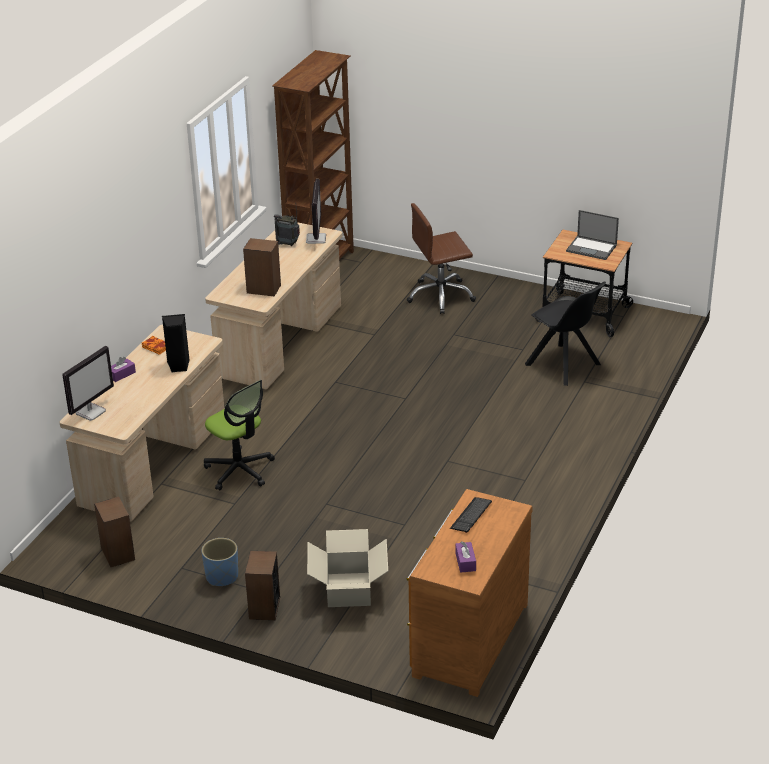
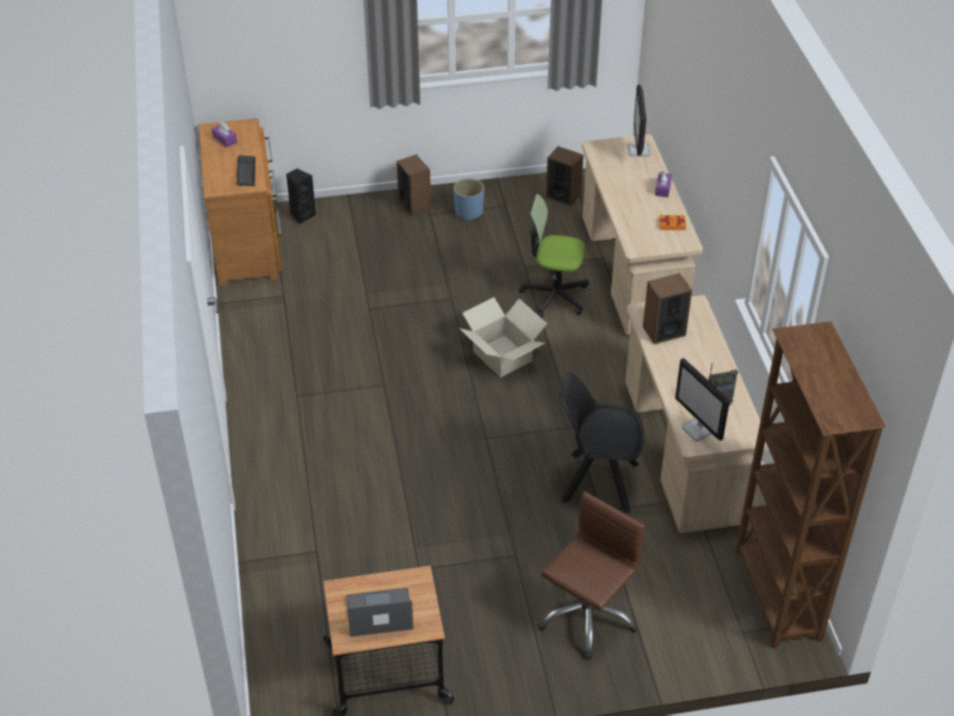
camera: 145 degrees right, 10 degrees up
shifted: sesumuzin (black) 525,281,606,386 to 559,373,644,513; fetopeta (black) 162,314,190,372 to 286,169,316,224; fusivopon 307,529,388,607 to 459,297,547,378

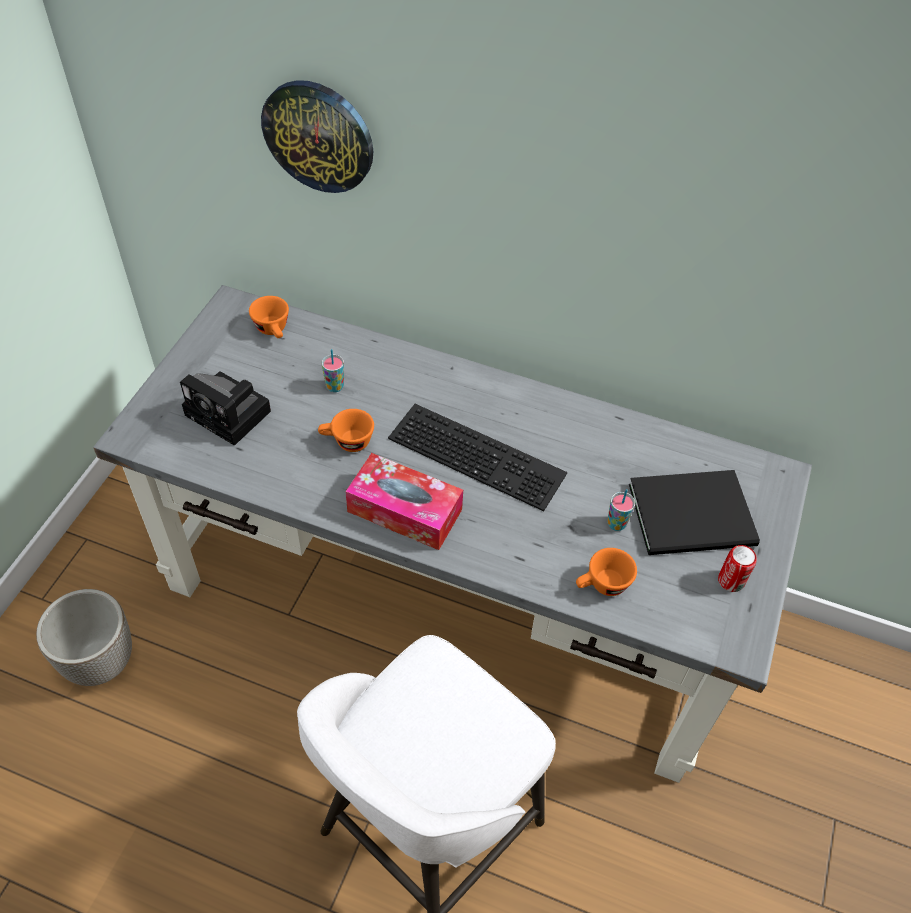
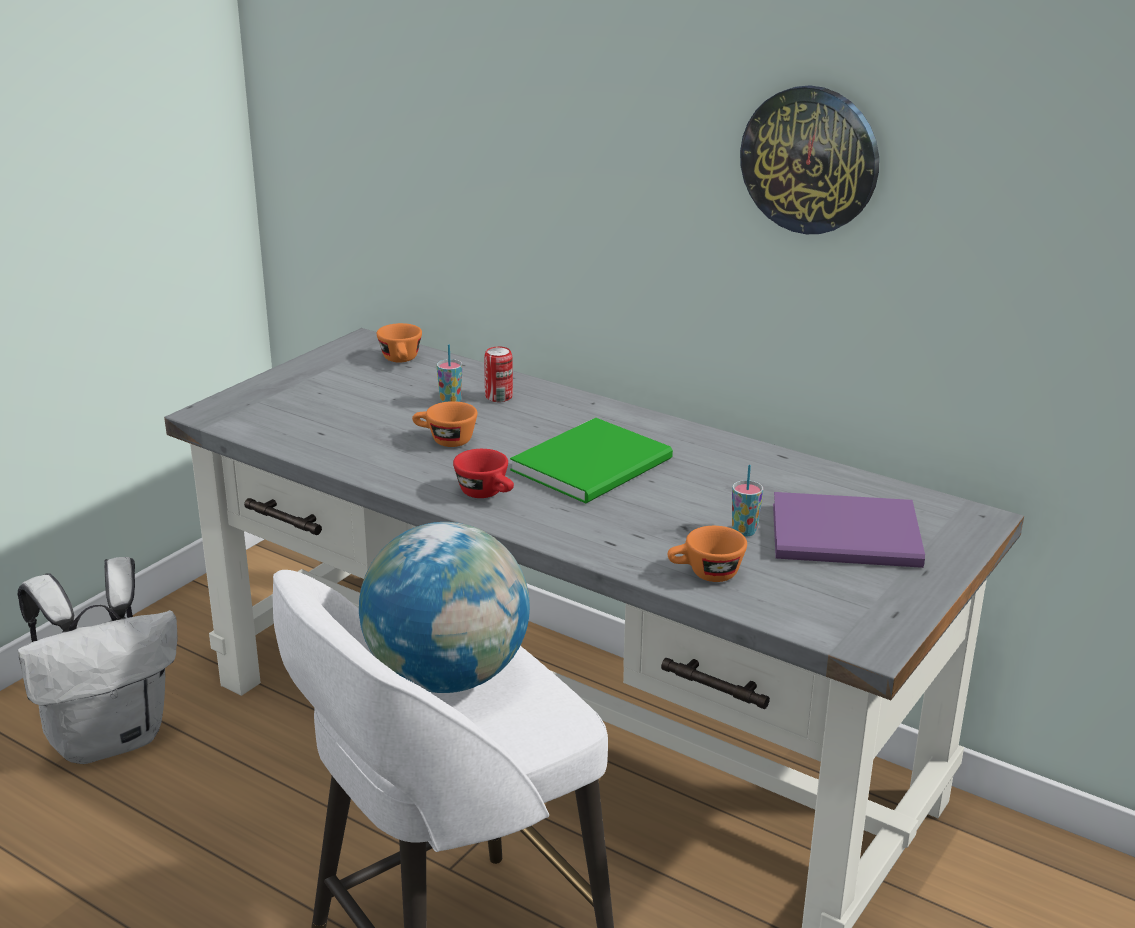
camera: 15 degrees right, 25 degrees down
gone: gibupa 180,371,271,446
new: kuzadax 359,522,530,693
shifted: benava 261,80,373,193 to 740,85,879,234; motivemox 718,545,757,592 to 484,347,513,402
swapped: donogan 388,404,567,511 to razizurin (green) 510,418,673,503; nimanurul 345,453,463,550 to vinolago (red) 453,449,514,498; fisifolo 36,589,132,686 to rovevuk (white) 18,557,177,764
repainted: razizurin (black) 629,470,760,555 to razizurin (purple) 773,492,925,568

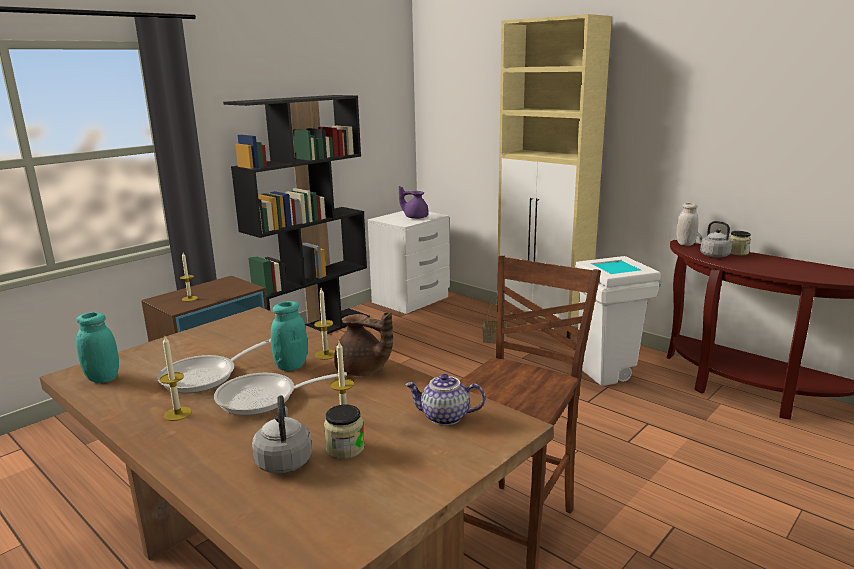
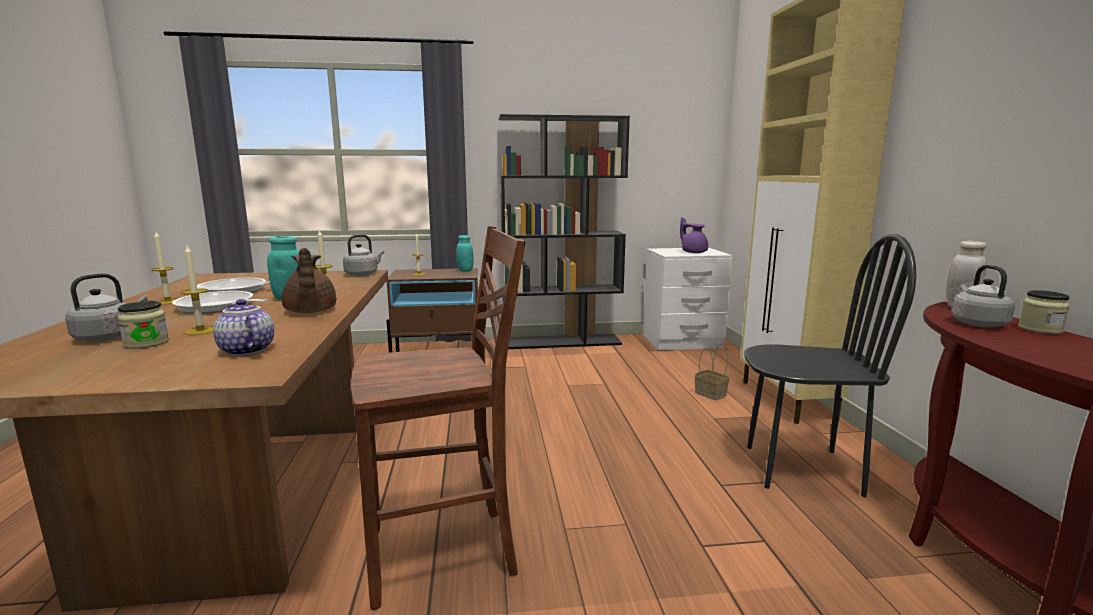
camera: 40 degrees right, 5 degrees down
new: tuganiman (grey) 343,234,384,276
shifted: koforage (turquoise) 76,312,119,383 to 456,235,474,272
swapped: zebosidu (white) 575,256,661,386 to sesumuzin (black) 744,234,916,497

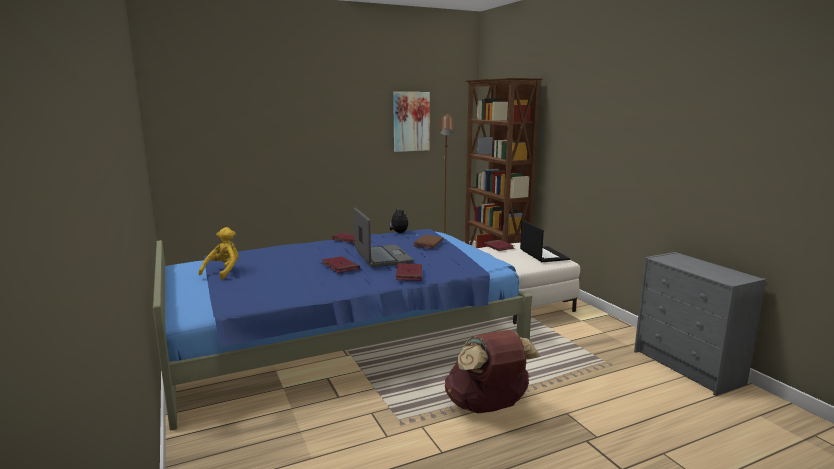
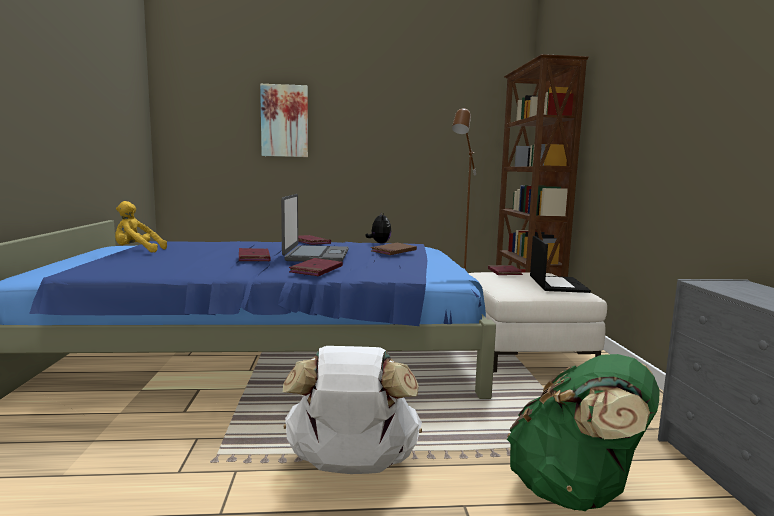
camera: 20 degrees right, 5 degrees down
new: rovevuk (green) 507,354,660,511
shifted: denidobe 393,92,430,152 to 260,84,308,157
repainted: rovevuk (brown) 445,330,540,413 to rovevuk (white) 283,346,422,474
rotated: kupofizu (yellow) 198,227,239,280 = 115,201,167,252 135 degrees counterclockwise

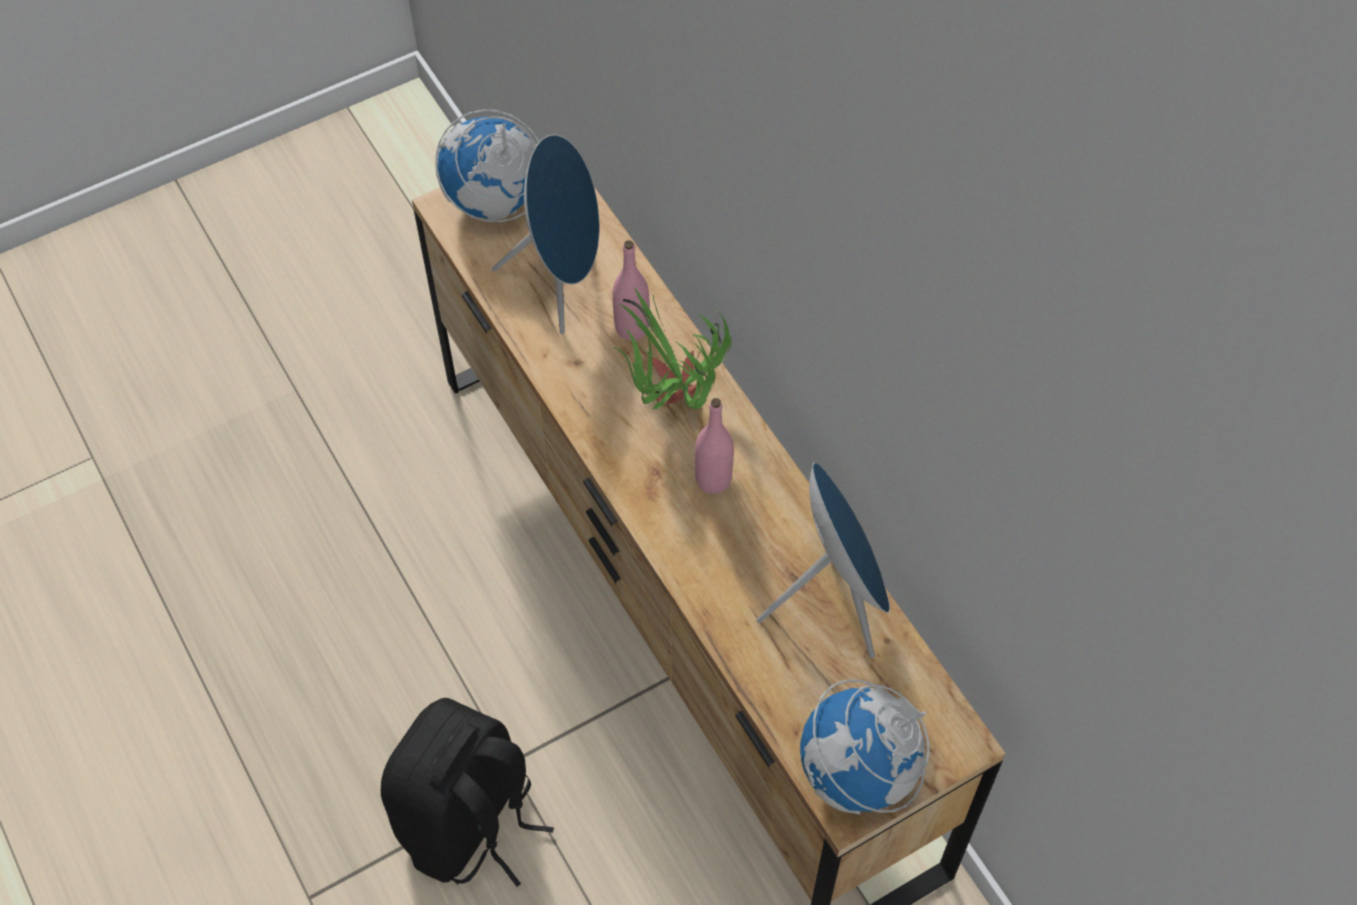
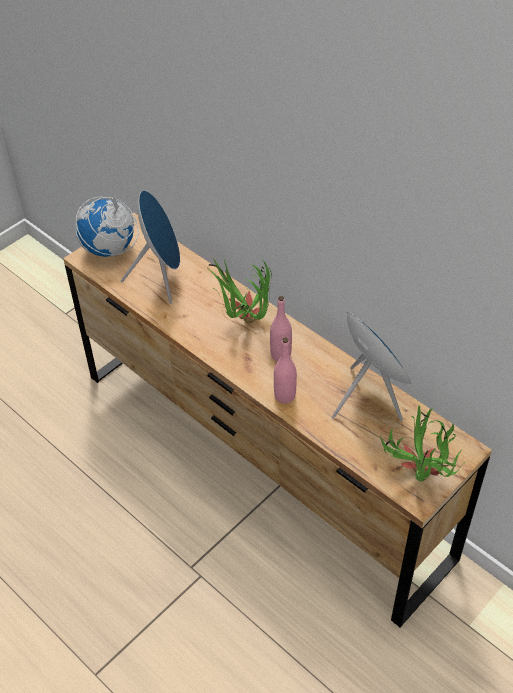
camera: 15 degrees left, 10 degrees down
gone: rovevuk (black) 381,698,554,887
shifted: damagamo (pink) 612,240,650,341 to 274,338,297,404
swapped: kuzadax 800,679,930,814 to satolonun 380,405,466,482

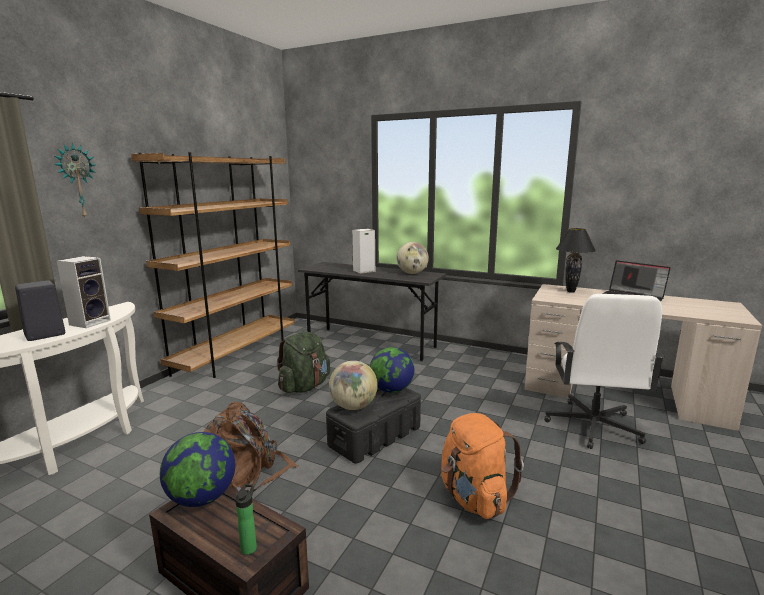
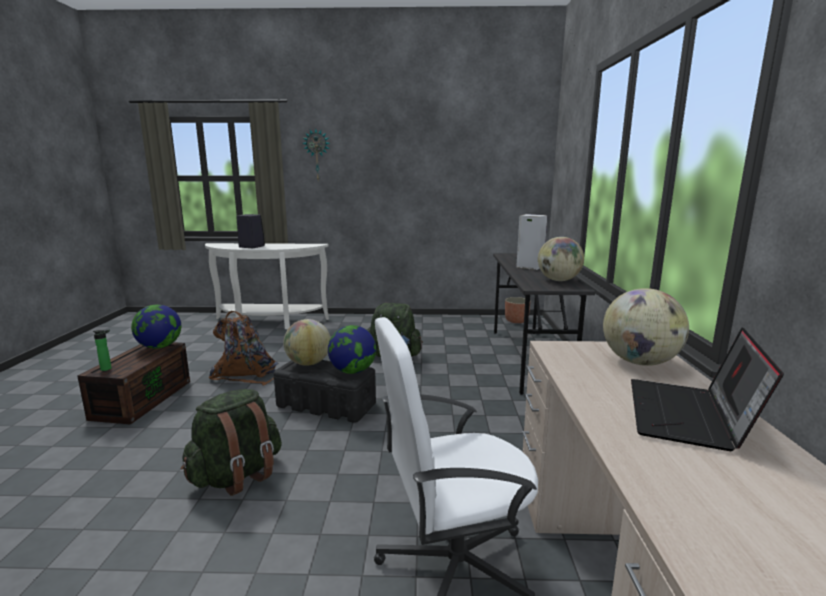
camera: 65 degrees right, 0 degrees up
gone: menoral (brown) 131,152,295,378; fetopeta 57,256,111,328
new: fisifolo 505,297,531,323
swapped: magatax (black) 556,228,596,293 to kuzadax 603,288,689,366
repainted: rovevuk (orange) 441,413,524,519 to rovevuk (green) 181,389,282,496

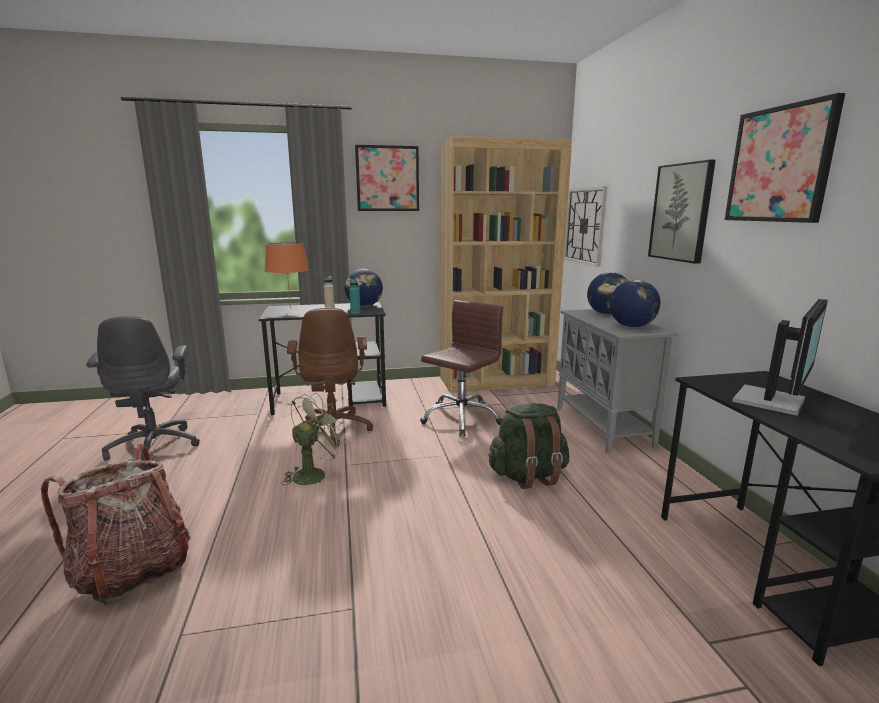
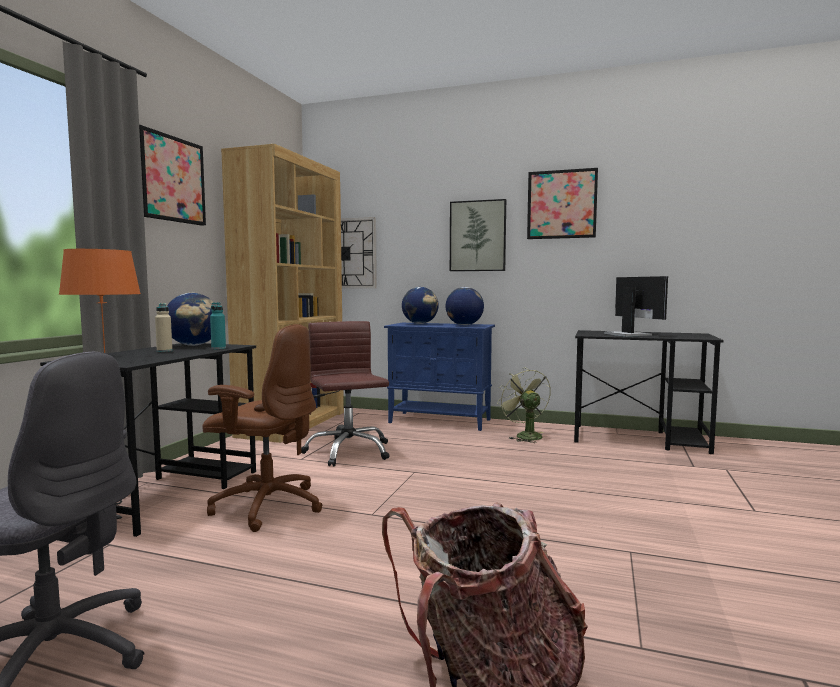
camera: 60 degrees left, 10 degrees down
gone: rovevuk (green) 488,403,569,489
shifted: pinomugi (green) 282,393,347,485 to 497,367,550,443
repainted: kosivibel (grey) 557,309,678,454 to kosivibel (blue) 384,323,495,431

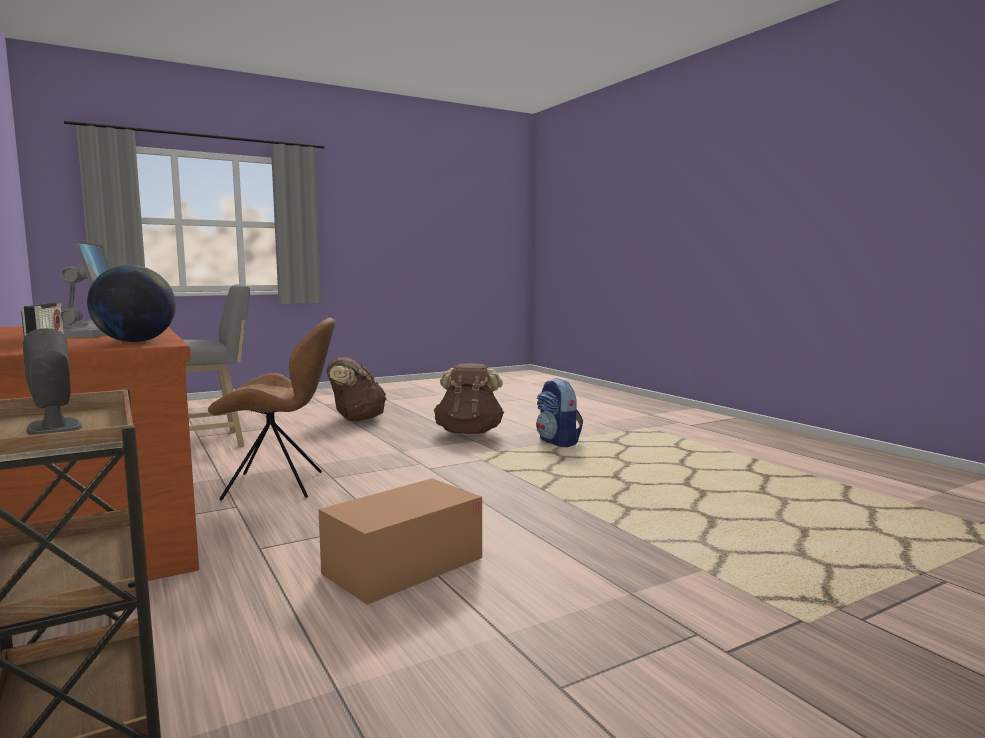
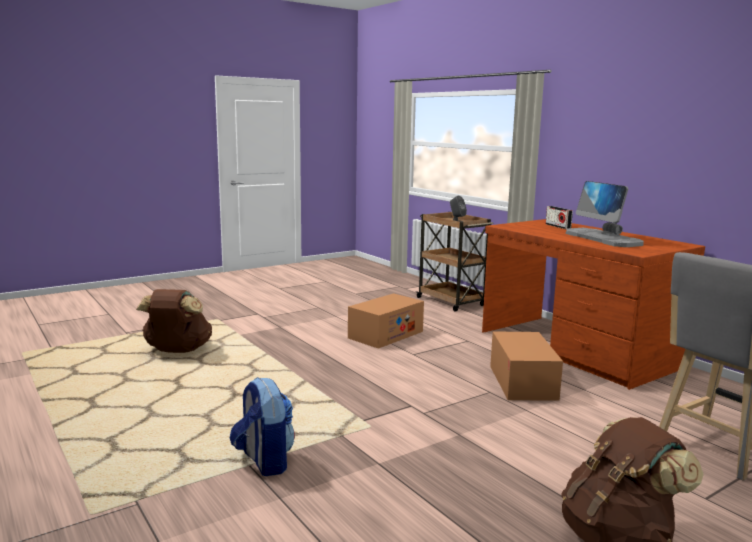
camera: 175 degrees right, 5 degrees up
gone: kuzadax 87,265,176,342
shifted: rovevuk (brown) 434,364,504,434 to 136,289,212,353
swapped: sesumuzin (brown) 208,318,335,501 to fusivopon 490,331,563,401

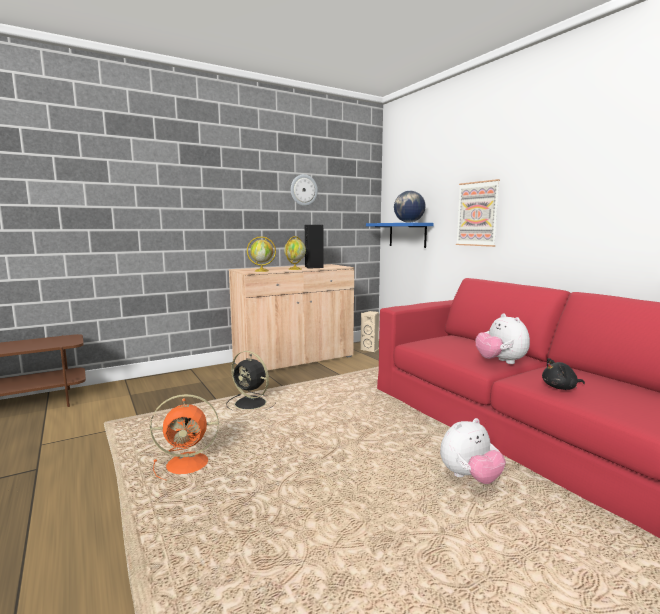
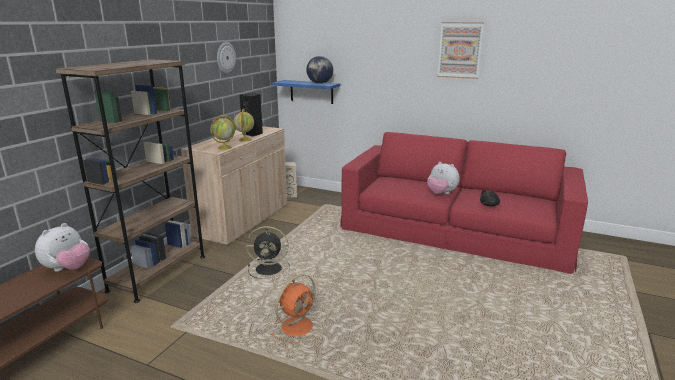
camera: 35 degrees left, 10 degrees up
new: menoral (brown) 56,59,205,303
shifted: denidobe 456,179,500,247 to 437,22,484,79; kupofizu 440,418,506,484 to 35,223,90,272

